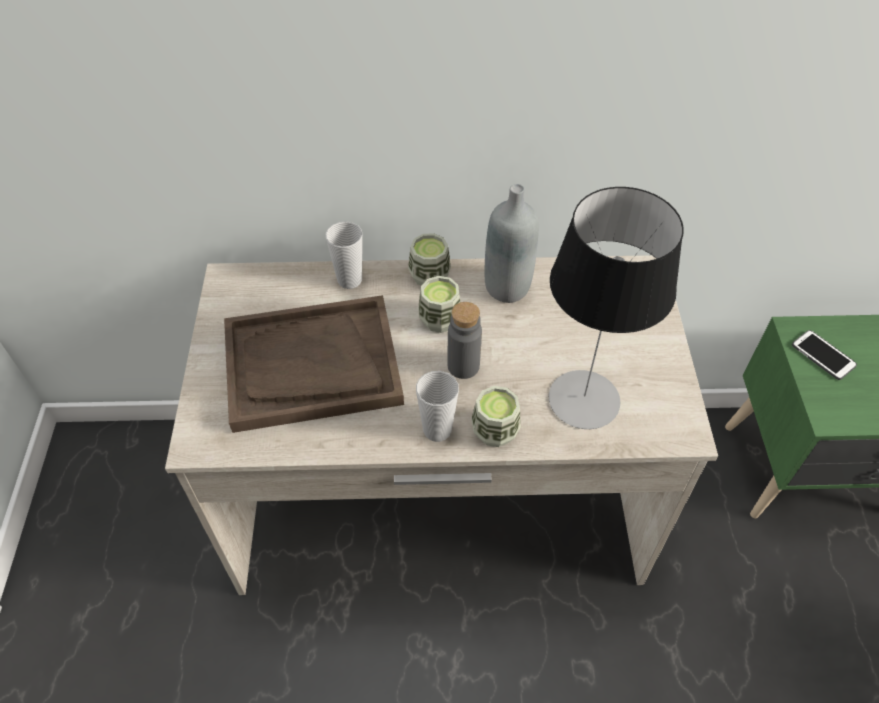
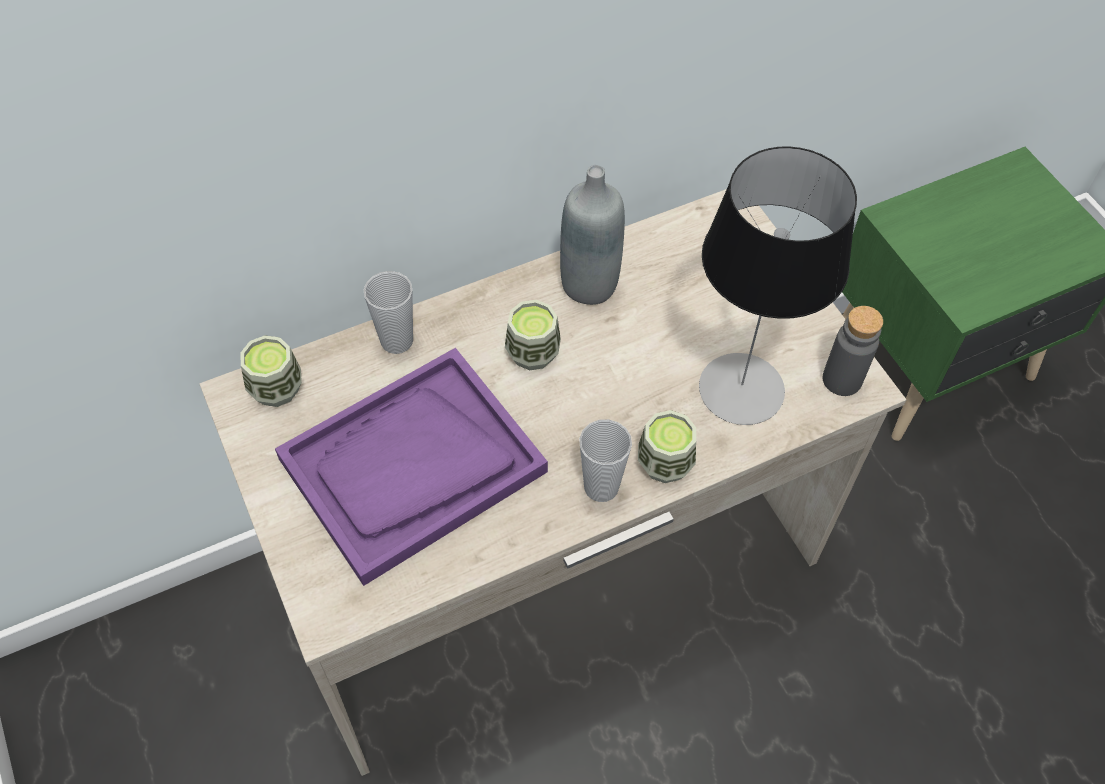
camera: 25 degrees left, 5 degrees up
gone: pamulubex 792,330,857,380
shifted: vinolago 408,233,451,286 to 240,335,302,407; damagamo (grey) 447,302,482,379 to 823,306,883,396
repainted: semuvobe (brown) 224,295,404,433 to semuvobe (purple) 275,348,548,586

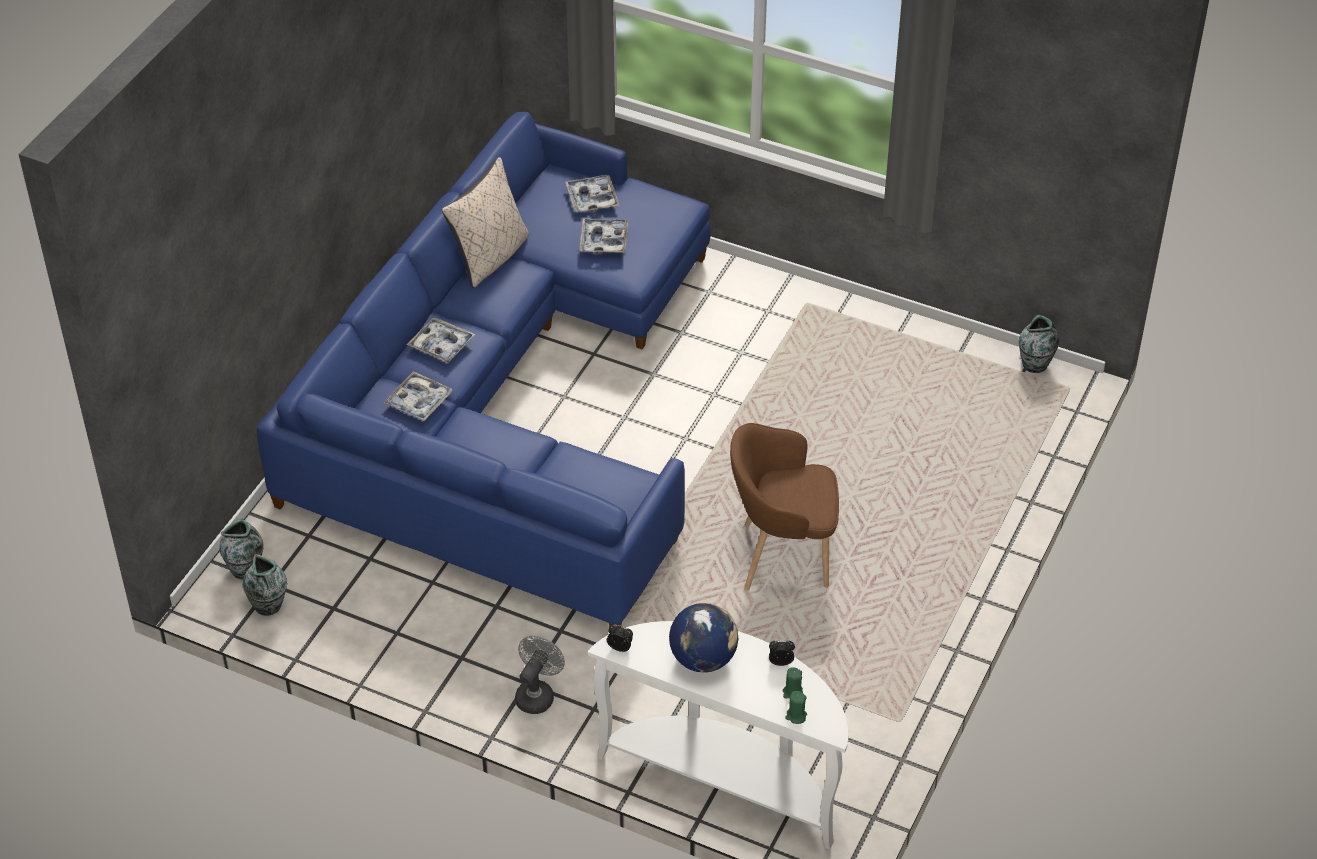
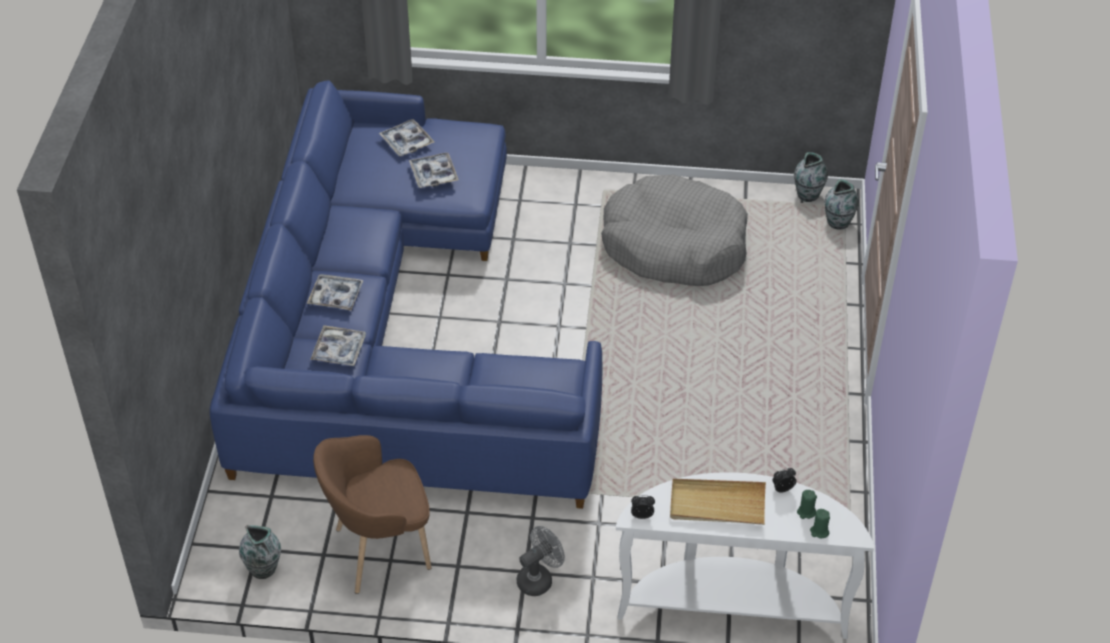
camera: 20 degrees left, 0 degrees up
gone: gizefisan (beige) 442,157,529,288
new: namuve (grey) 601,174,748,286
shifted: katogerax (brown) 730,423,839,591 to 313,435,431,594; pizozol 220,518,264,579 to 824,179,859,230
swapped: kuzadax 669,603,738,673 to semuvobe (beige) 670,479,766,525
rotated: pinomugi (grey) 515,636,565,714 = 517,526,565,596 45 degrees clockwise

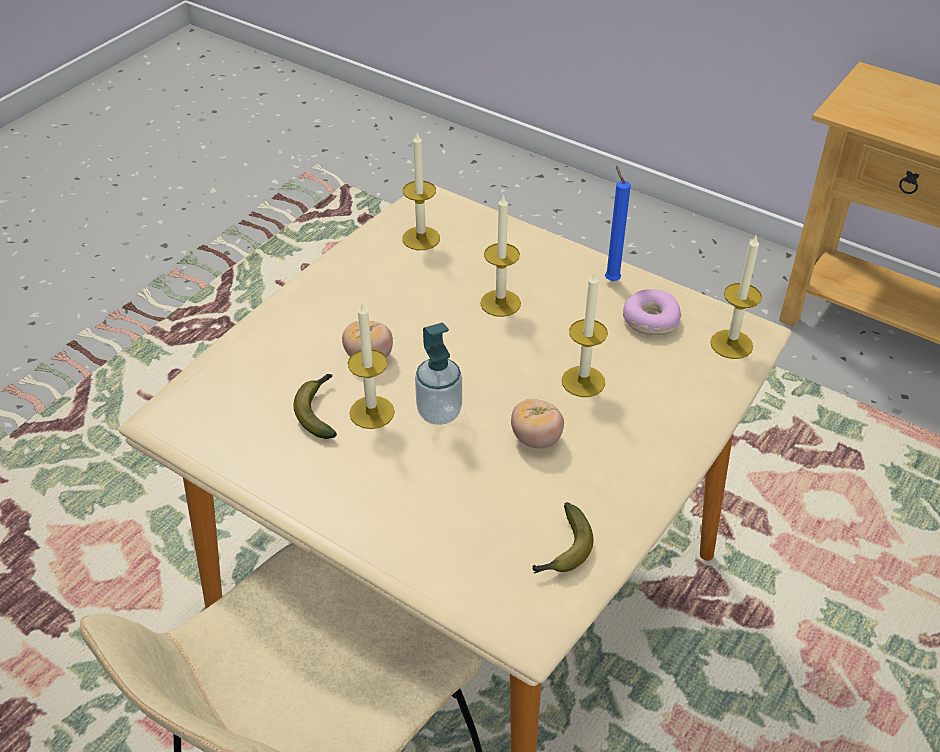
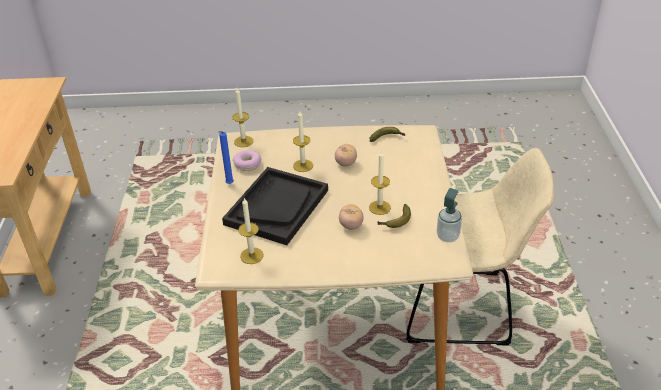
camera: 125 degrees left, 5 degrees down
shifted: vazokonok 415,323,462,425 to 437,188,462,242
swapped: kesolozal 480,194,521,317 to semuvobe (black) 222,167,328,245

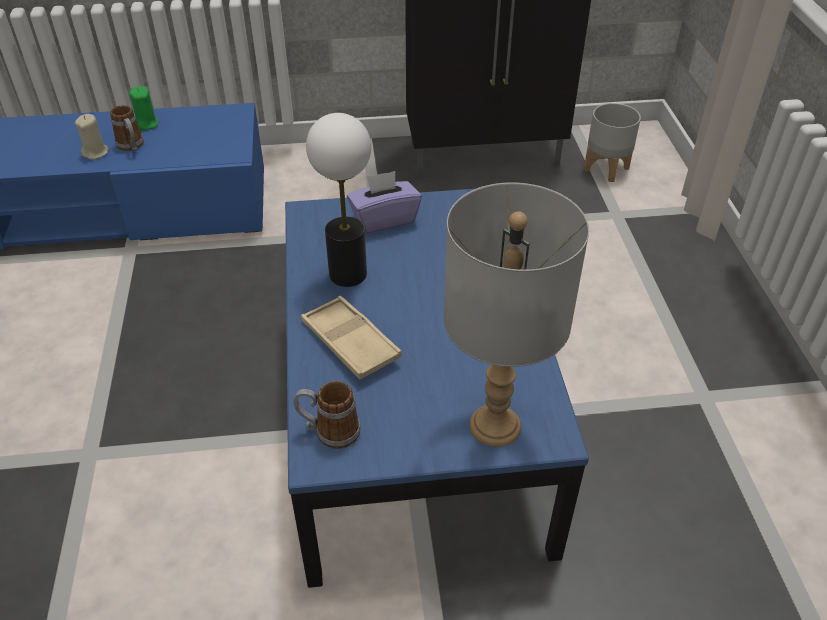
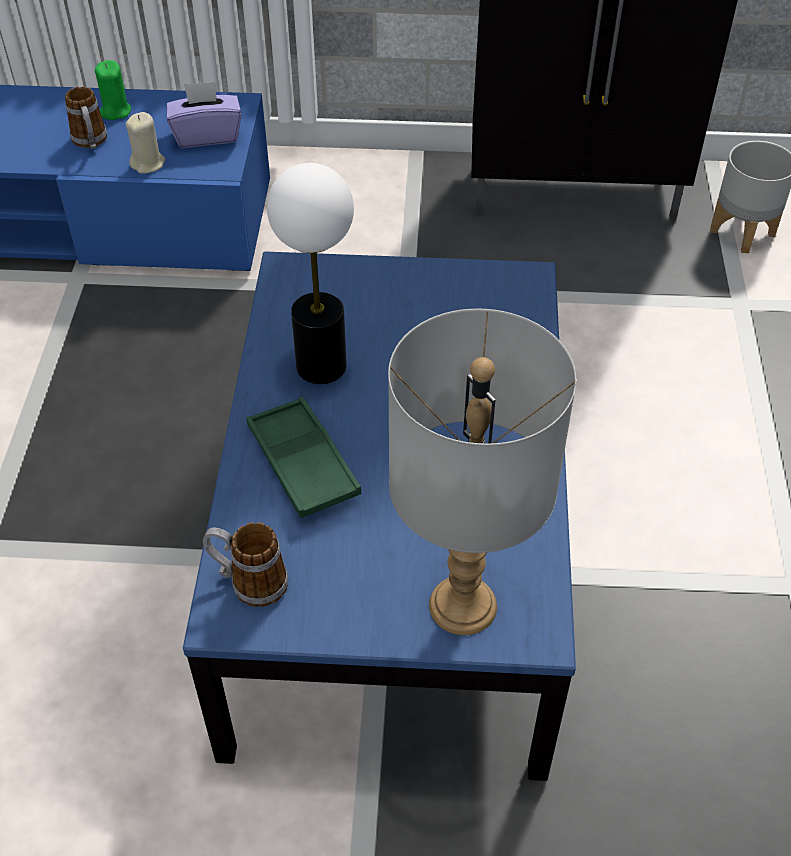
camera: 10 degrees right, 5 degrees up
shifted: kesolozal (beige) 75,114,109,160 to 126,112,165,174; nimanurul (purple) 347,171,422,234 to 167,81,242,148
repainted: semuvobe (beige) 301,296,402,380 to semuvobe (green) 246,397,362,518

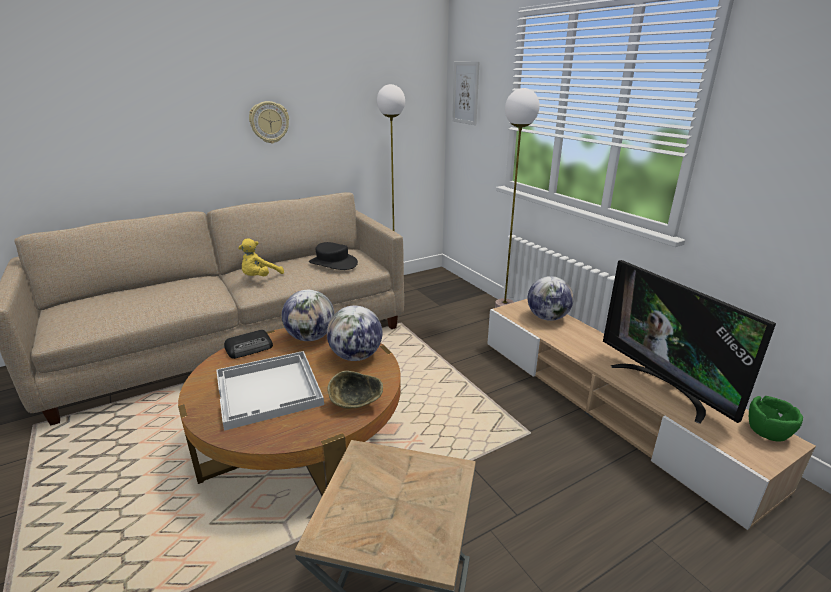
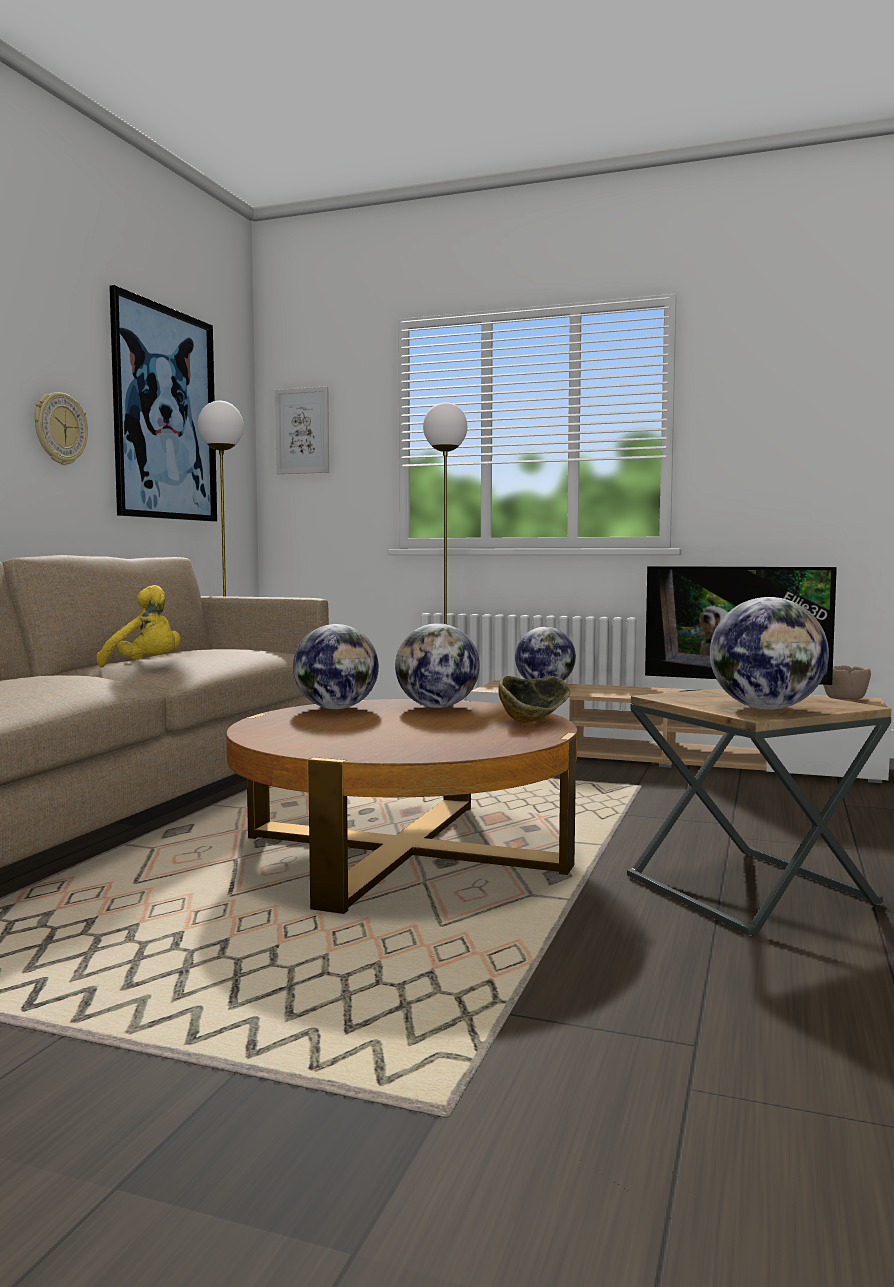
camera: 40 degrees left, 20 degrees down
gone: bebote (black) 309,242,358,270; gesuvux 224,330,273,359; semuvobe (white) 216,351,324,431
new: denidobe 109,285,217,522; kuzadax 710,597,829,710
repainted: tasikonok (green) 749,396,803,442 to tasikonok (brown) 823,665,871,700
rotated: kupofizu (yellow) 238,238,284,276 = 96,585,181,667 60 degrees counterclockwise

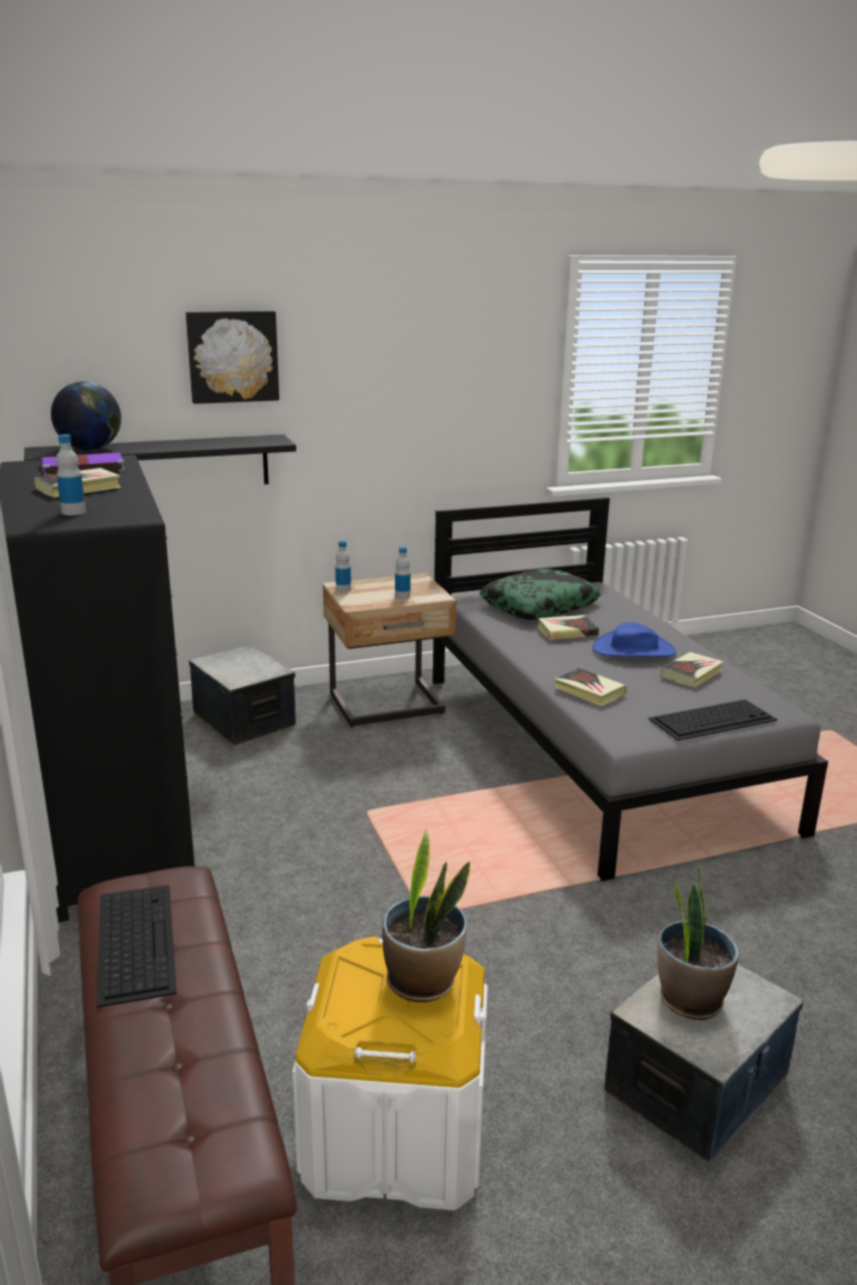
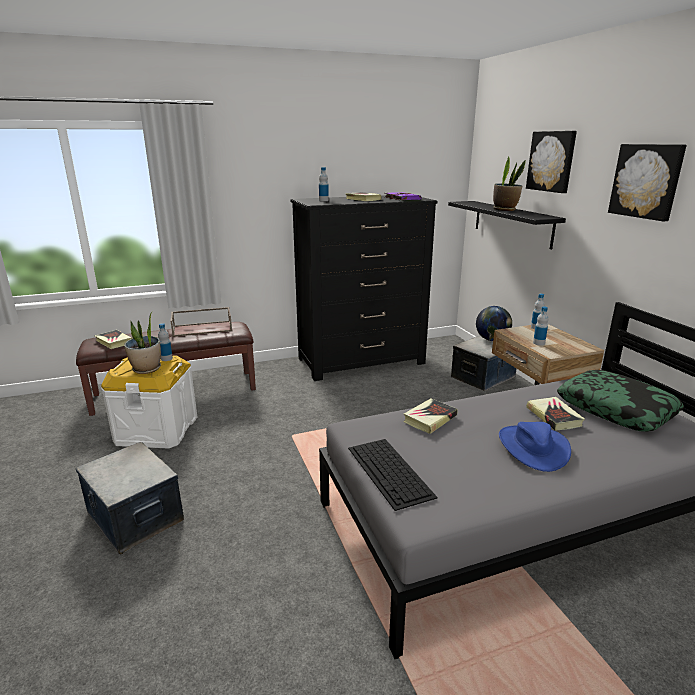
camera: 90 degrees right, 0 degrees up
new: denidobe 608,144,686,222; damagamo 158,323,173,361
shifted: kuzadax 51,381,121,451 to 476,306,512,341; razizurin 661,652,724,687 to 95,330,133,349; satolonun 658,866,739,1020 to 493,156,526,211
swapped: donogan 97,885,177,1008 to semuvobe (brown) 171,307,232,337

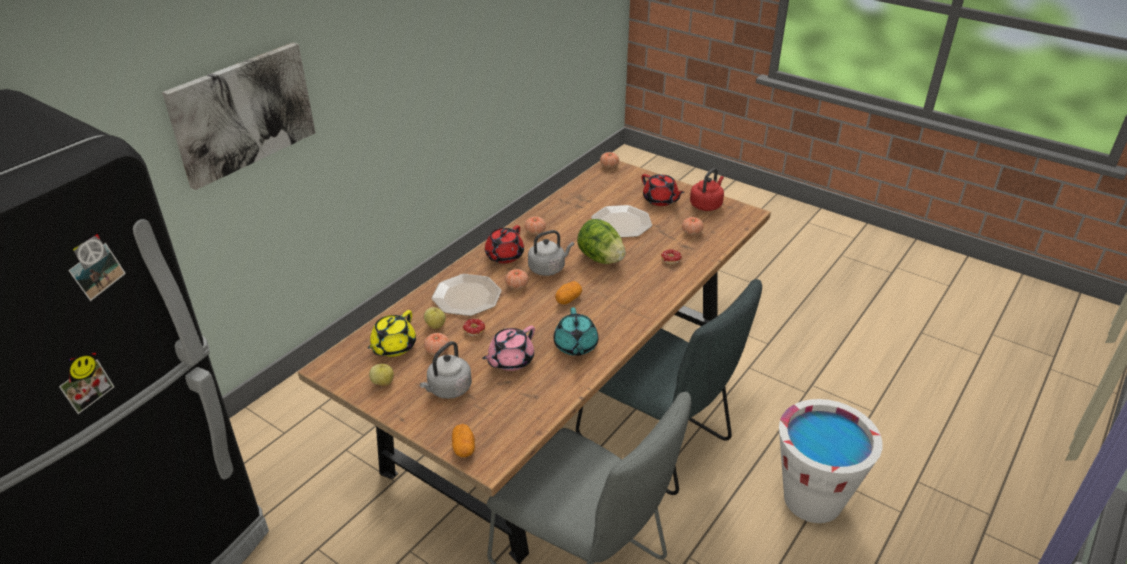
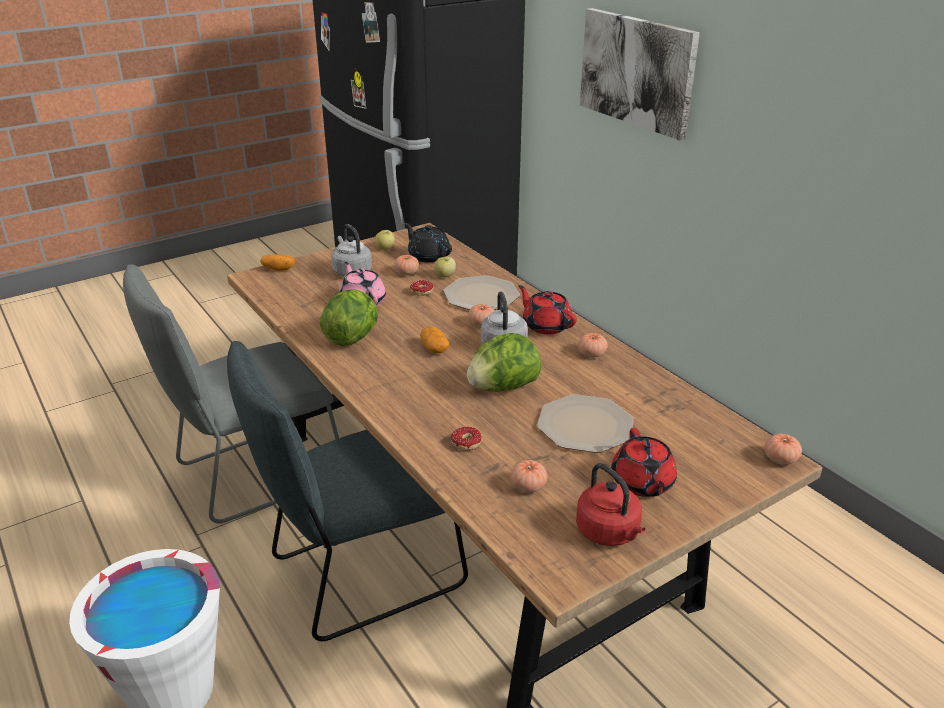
camera: 110 degrees right, 5 degrees down
swapped: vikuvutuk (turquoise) 554,307,598,356 to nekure 320,289,378,346
repainted: vikuvutuk (yellow) 368,310,416,357 to vikuvutuk (black) 404,223,452,263
rotated: vikuvutuk (red) 641,174,685,206 = 611,428,677,497 75 degrees counterclockwise

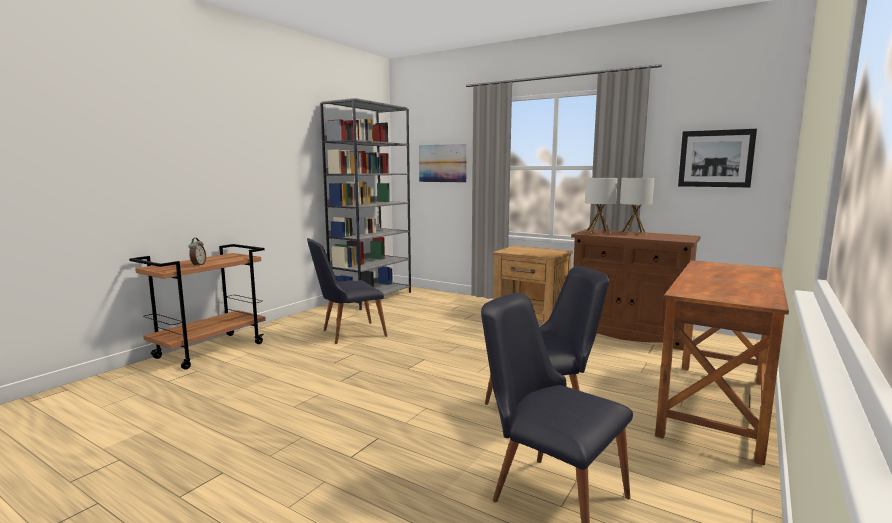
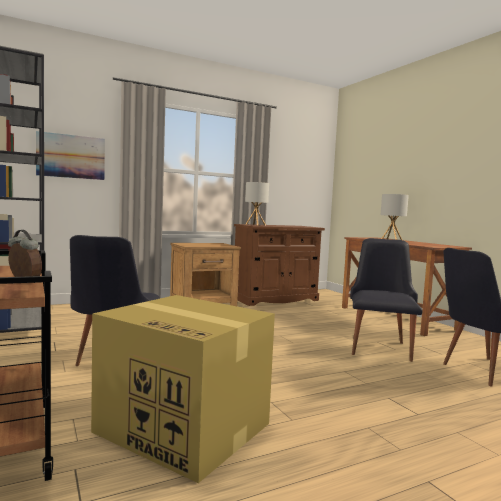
camera: 60 degrees left, 5 degrees down
gone: denidobe 678,129,757,187
new: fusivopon 91,295,275,483
shifted: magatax 620,178,654,235 to 381,194,409,240

